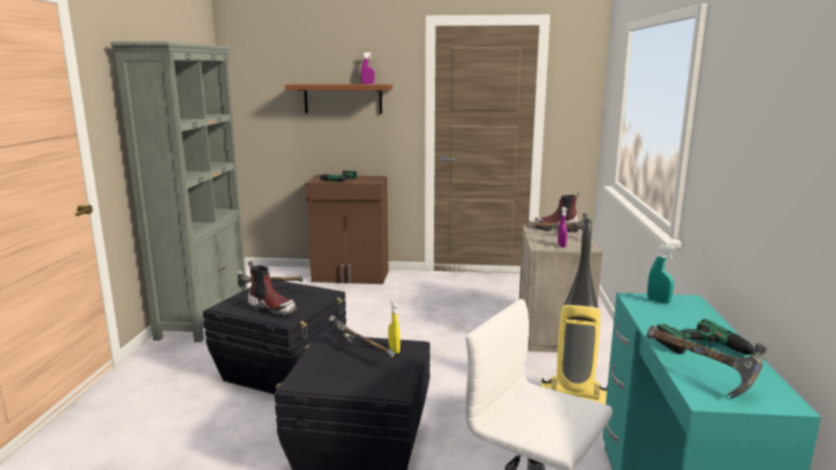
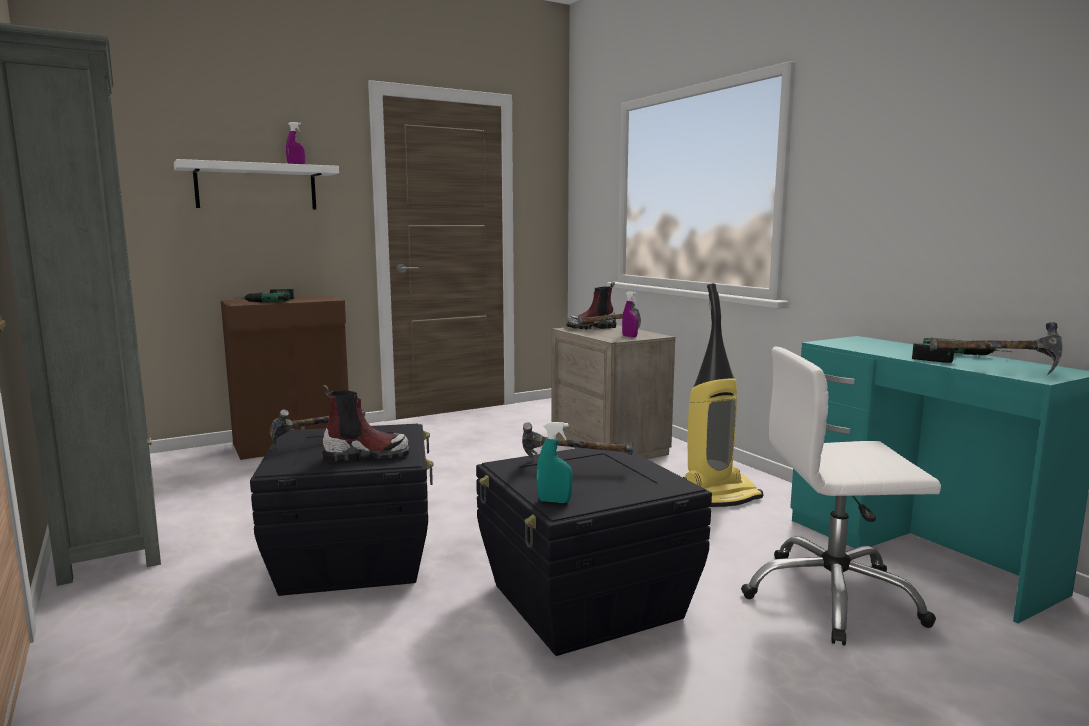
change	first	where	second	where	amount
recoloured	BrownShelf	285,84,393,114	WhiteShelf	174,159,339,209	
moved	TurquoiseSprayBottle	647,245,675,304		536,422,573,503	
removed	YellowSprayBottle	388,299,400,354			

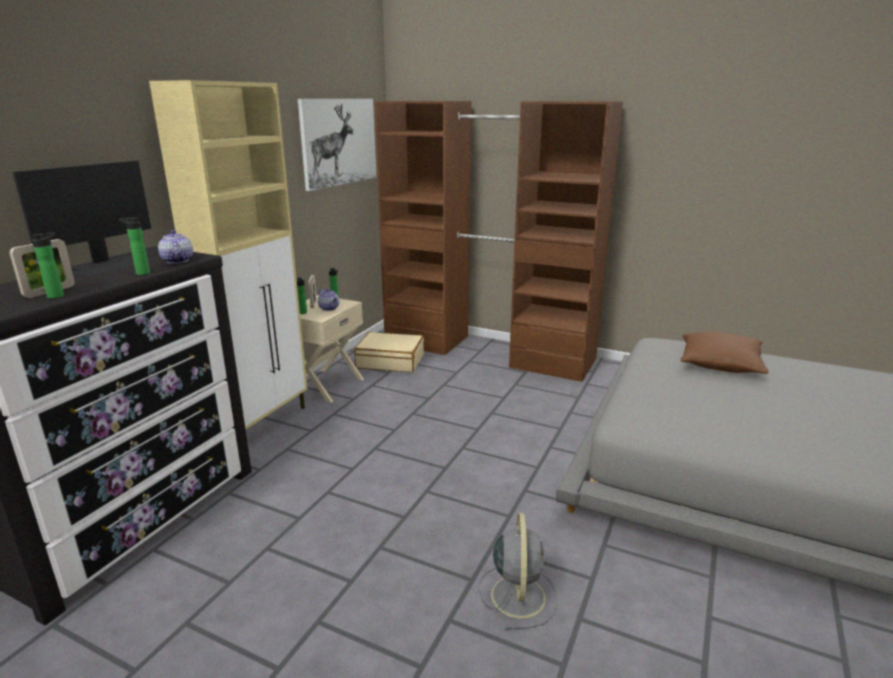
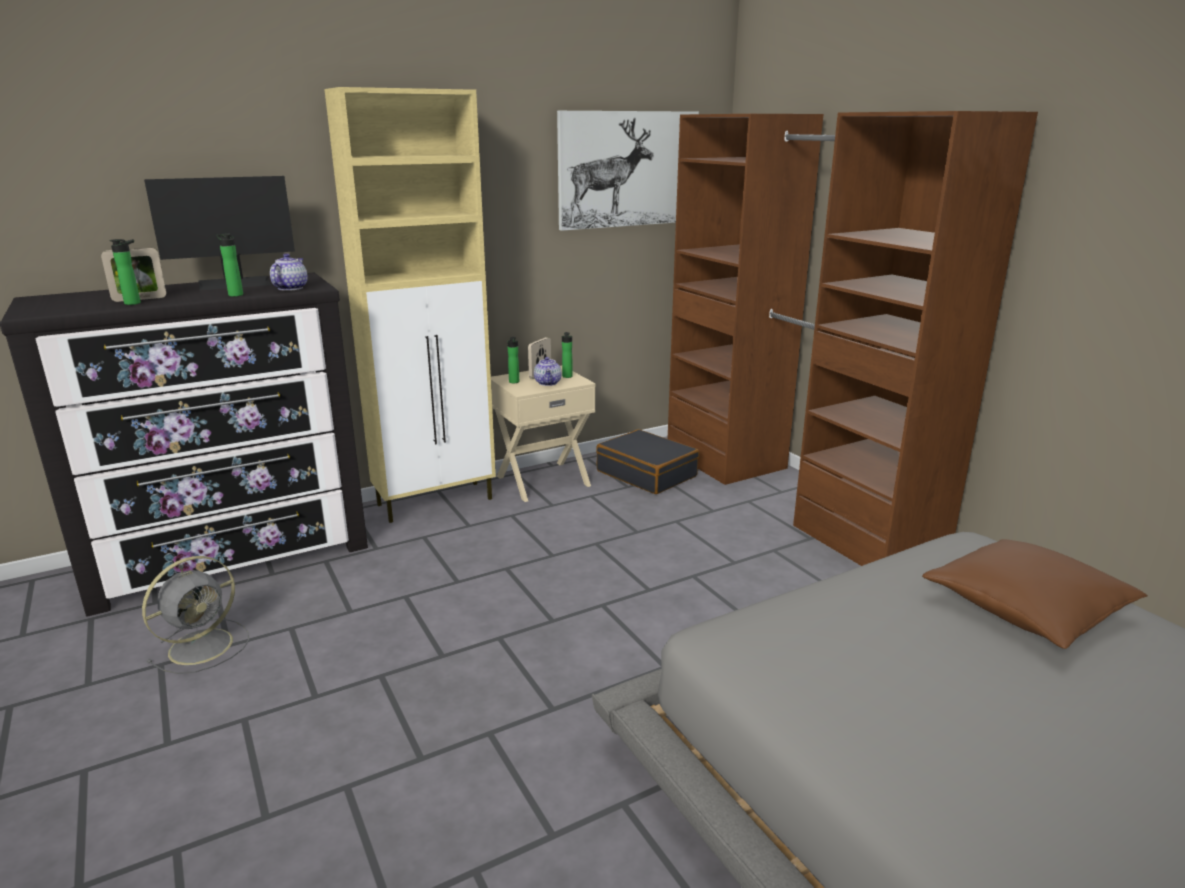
change	first	where	second	where	amount
recoloured	BeigeSuitcase	354,332,424,372	BlackSuitcase	596,429,699,494	
moved	GreyFan	479,513,558,630		142,556,249,674	

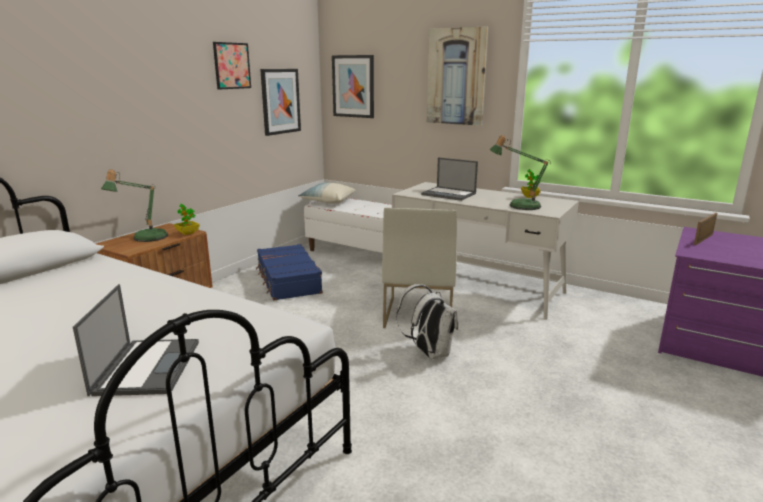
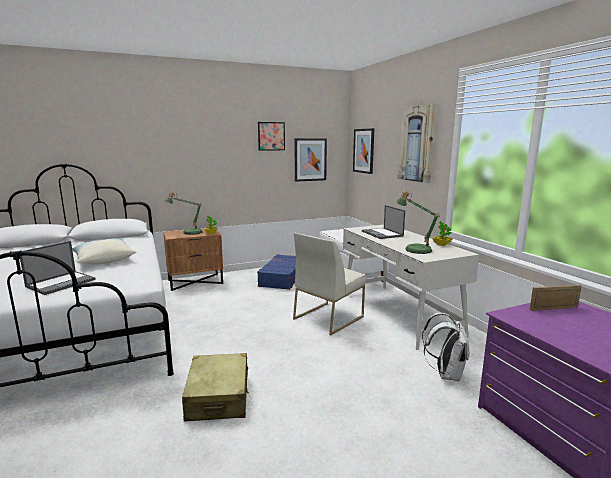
change	first	where	second	where	amount
moved	Pillow	298,183,356,203		72,239,136,265	
moved	WhiteBackpack	396,284,458,359		422,312,470,382	
added			BeigeSuitcase	182,353,249,422	

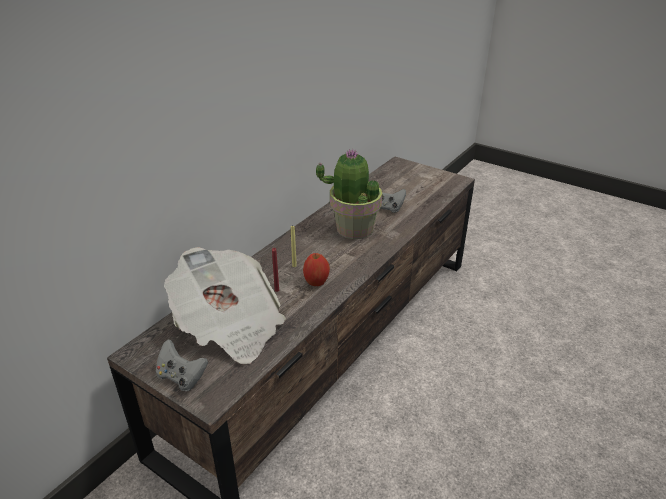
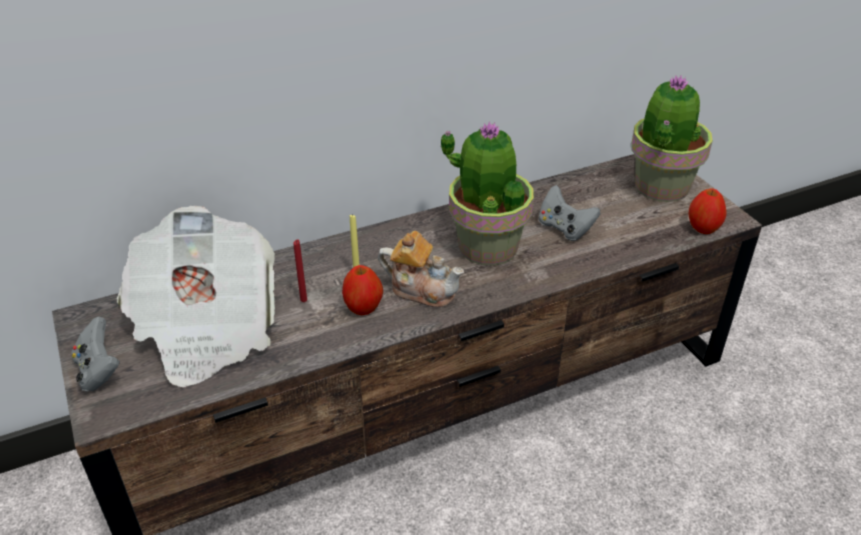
change	first	where	second	where	amount
added			PottedPlant	631,75,713,202	
added			Apple	689,188,727,234	
added			Teapot	378,231,464,308	

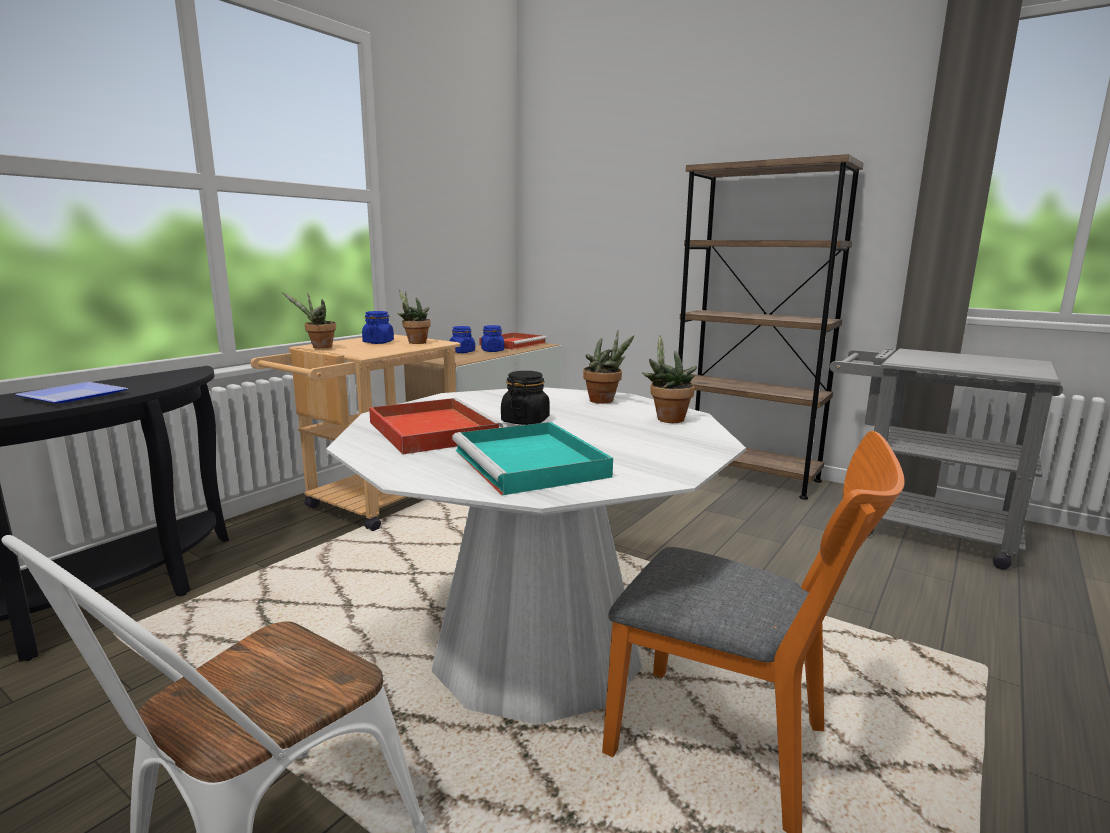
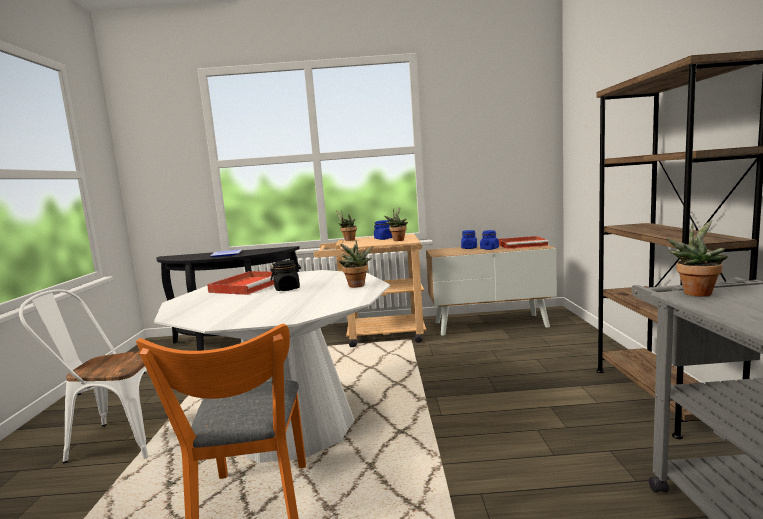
change	first	where	second	where	amount
moved	PottedPlant	642,334,697,423		666,220,728,296	
removed	TurquoiseTray	452,422,613,495			

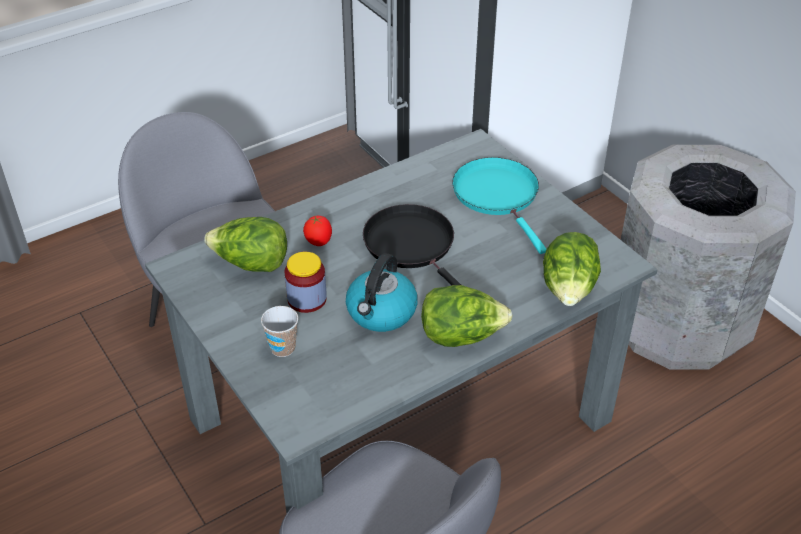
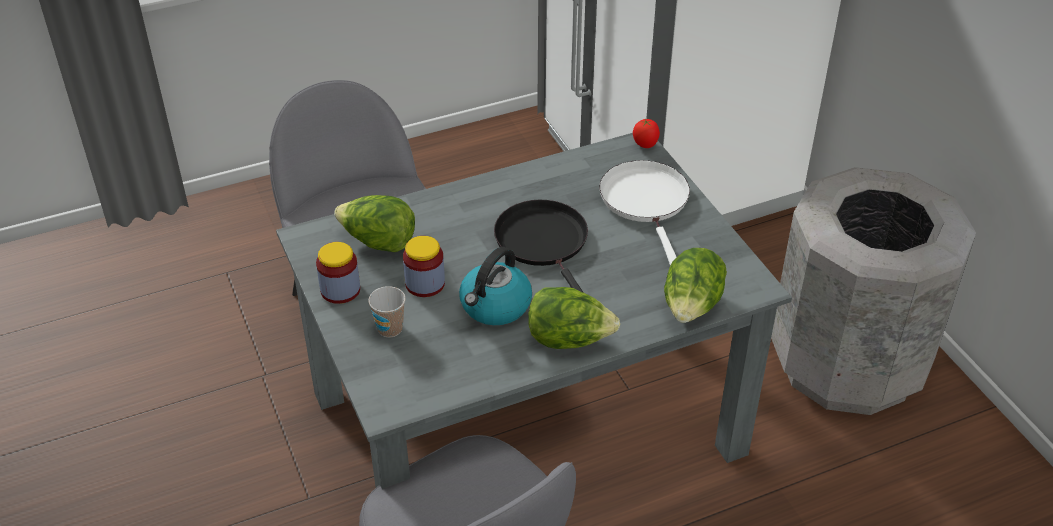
change	first	where	second	where	amount
recoloured	TurquoiseFryingPan	452,157,546,254	WhiteFryingPan	599,160,690,266	
moved	Tomato	303,215,332,246		633,119,660,148	
added			Jar	316,242,360,304	

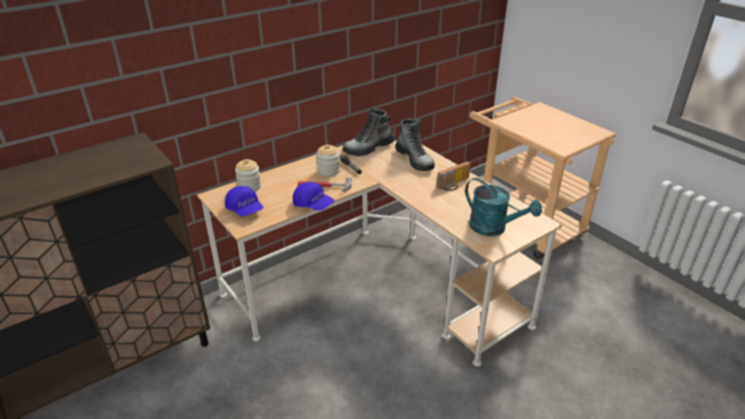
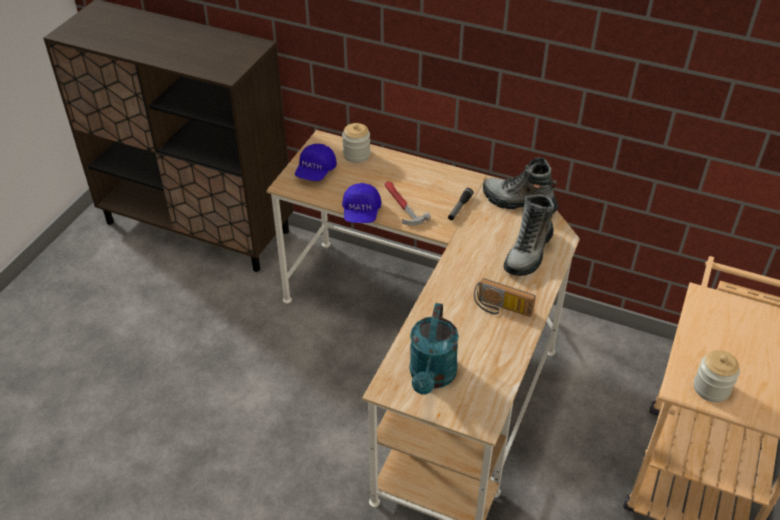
change	first	where	second	where	amount
moved	Jar	316,144,340,177		694,350,740,402	

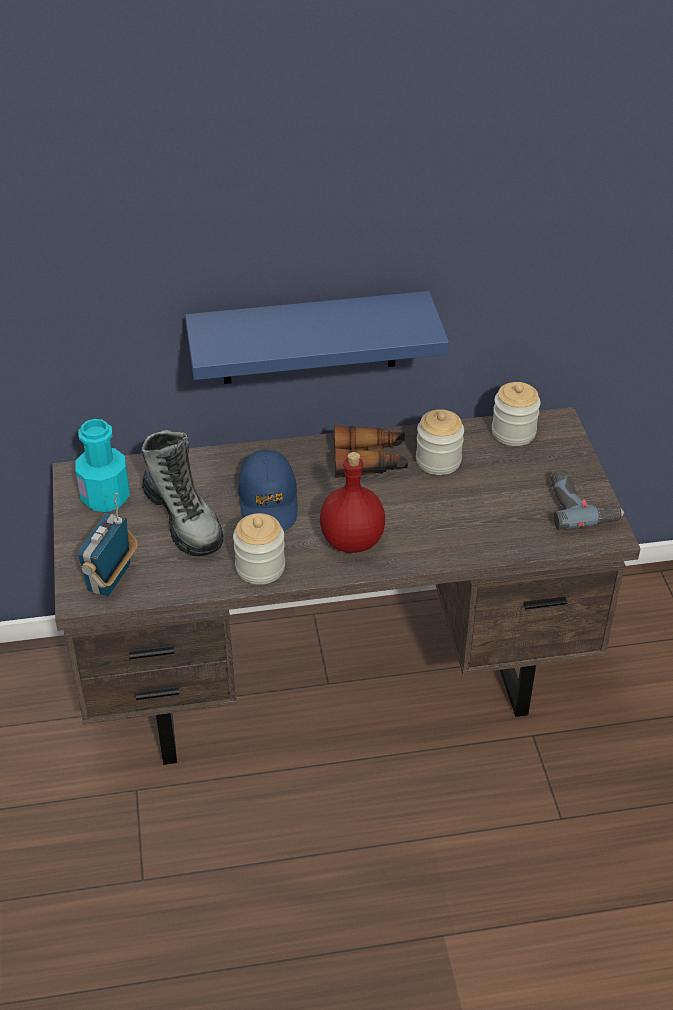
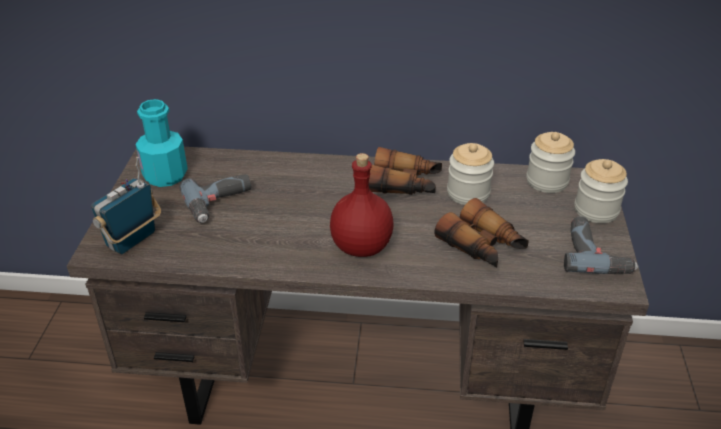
change	first	where	second	where	amount
removed	BlueShelf	185,291,449,384			
replaced	Boot	141,430,223,556	PowerDrill	179,174,251,223	
removed	BlueCap	238,449,298,531			
moved	Jar	233,513,285,585		574,159,628,223	
added			Binoculars	434,198,529,268	

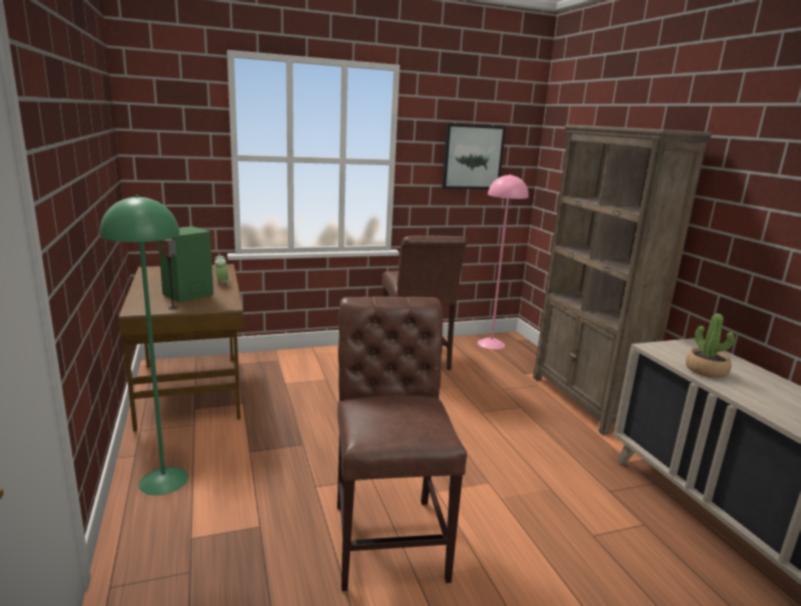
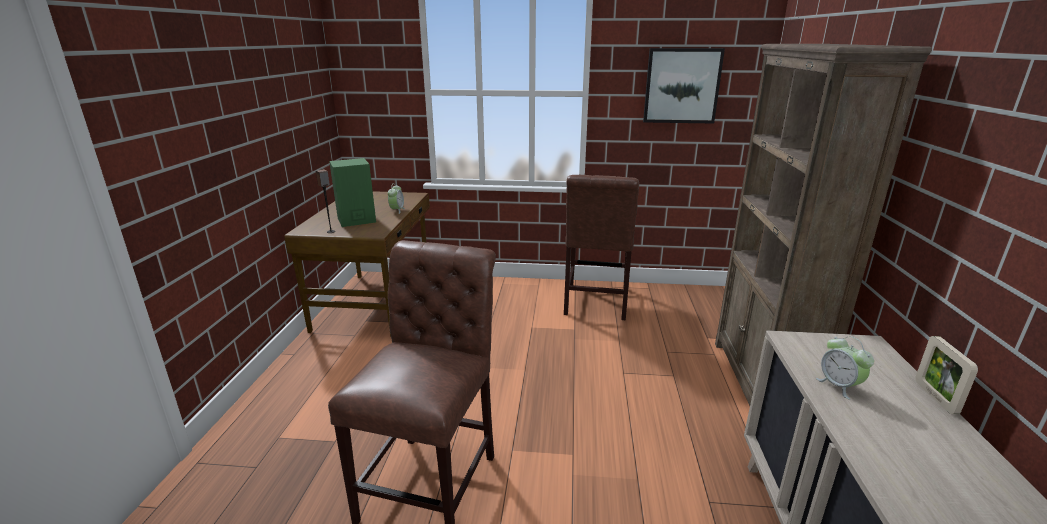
change	first	where	second	where	amount
removed	PinkFloorLamp	478,174,529,349			
removed	GreenFloorLamp	99,195,189,495			
replaced	PottedPlant	686,313,735,378	AlarmClock	816,336,874,400	
added			PictureFrame	915,336,978,414	

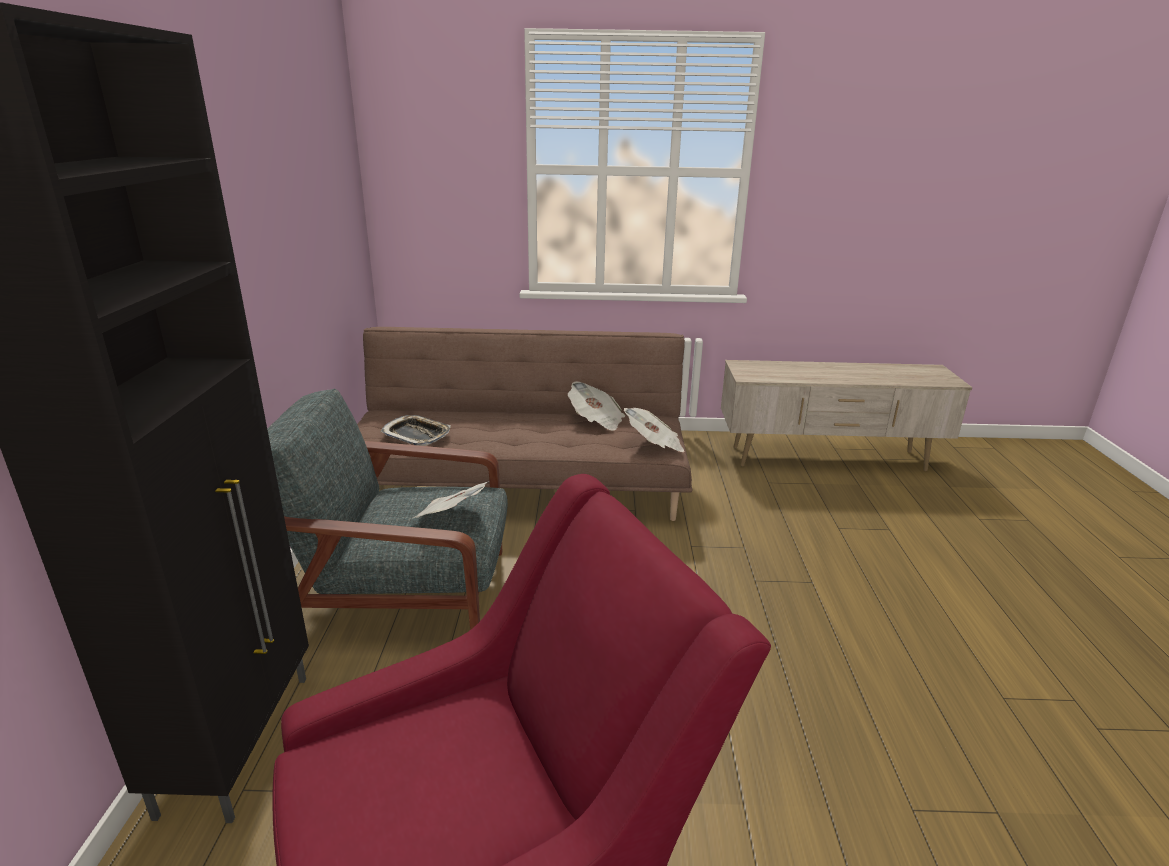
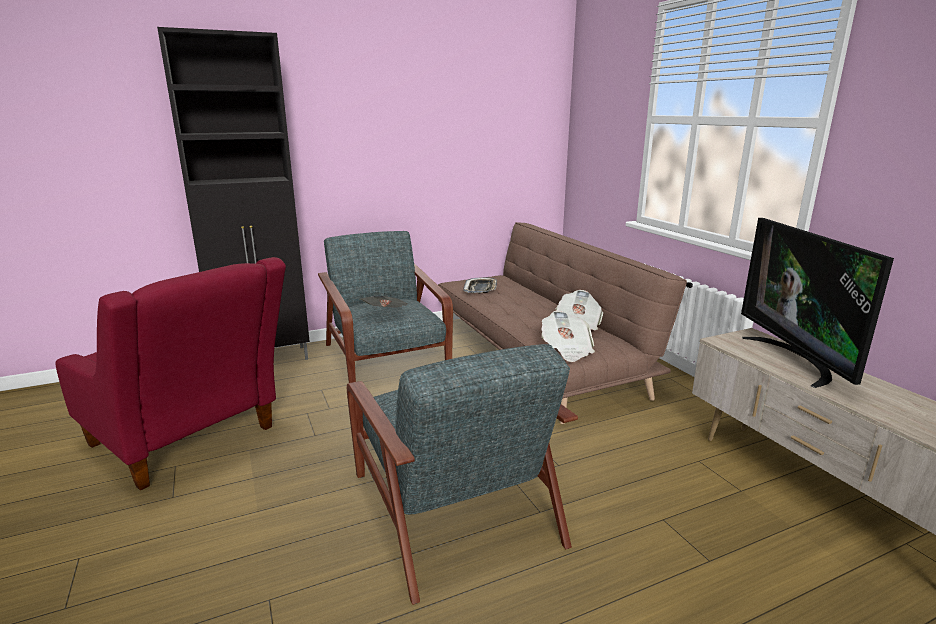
change	first	where	second	where	amount
added			Television	741,218,894,388	
added			GreyArmchair	347,344,578,605	

